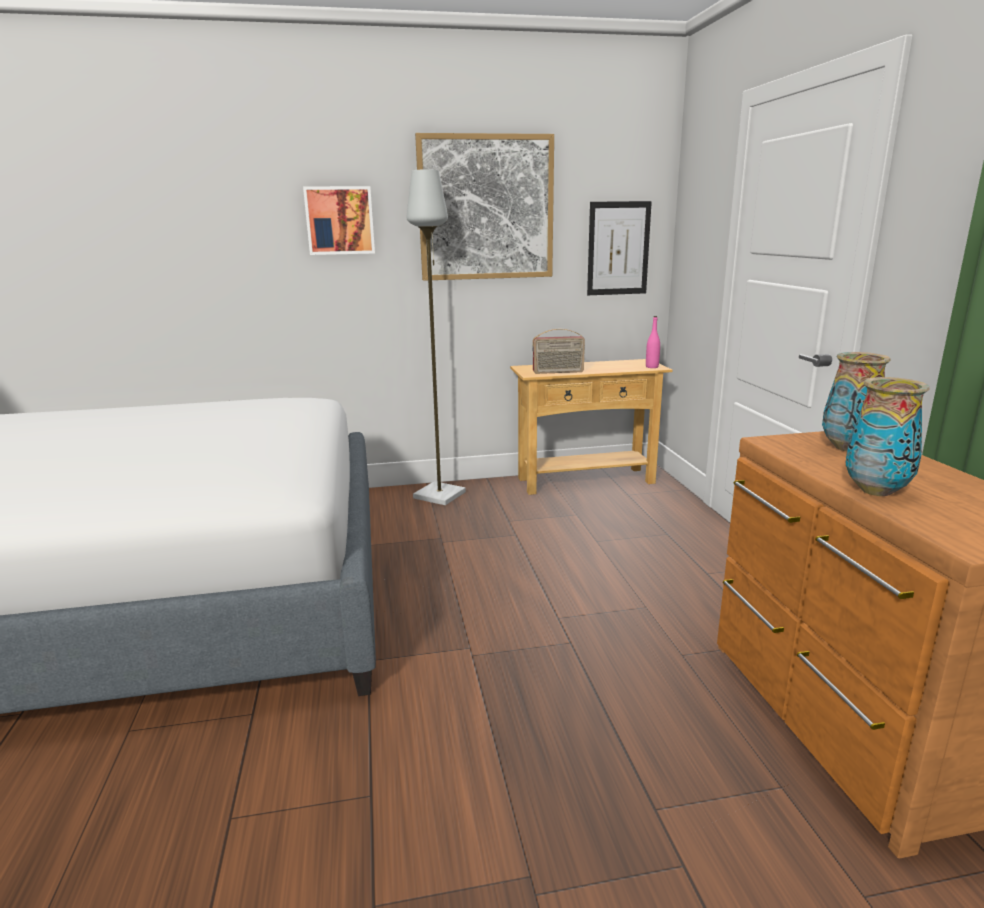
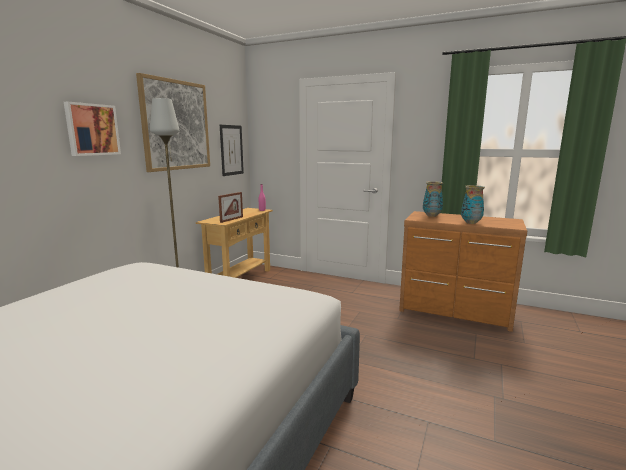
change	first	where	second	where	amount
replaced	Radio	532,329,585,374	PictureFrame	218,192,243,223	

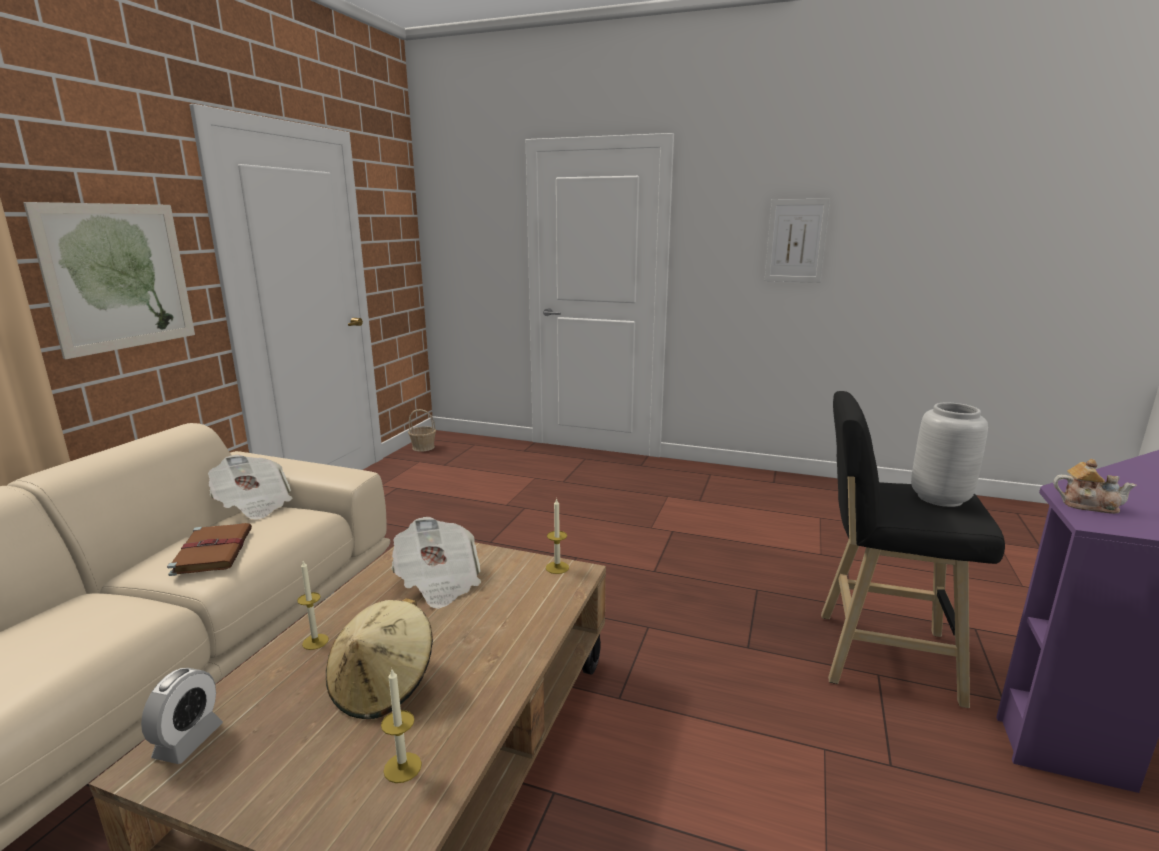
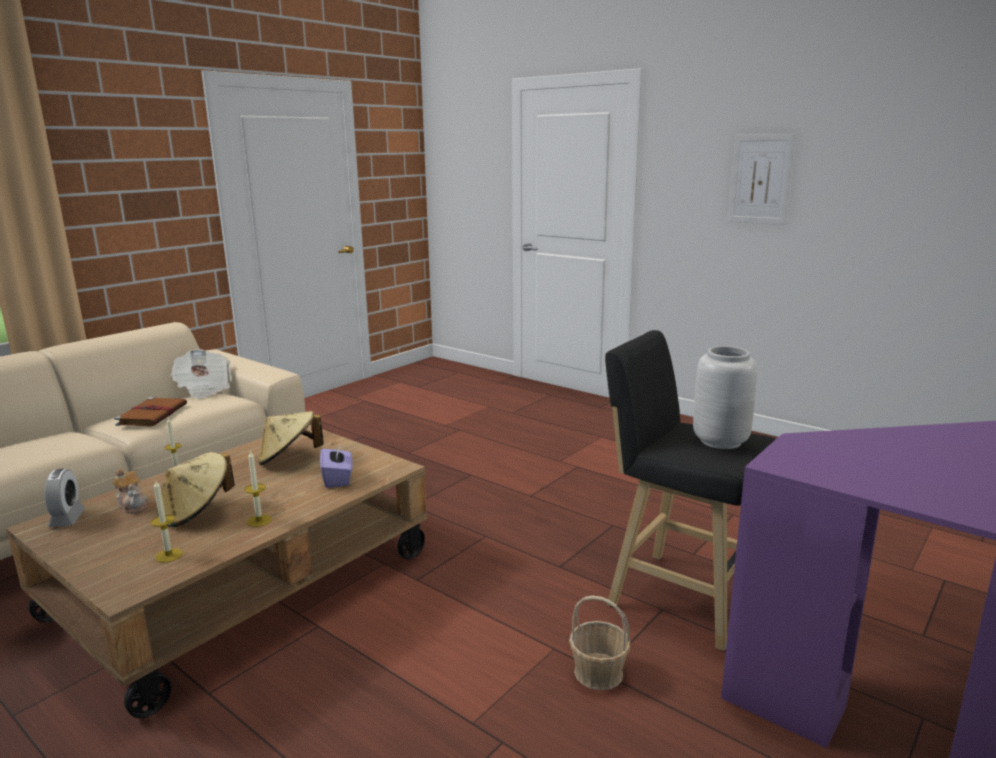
change	first	where	second	where	amount
removed	Picture	23,202,195,359			
moved	Basket	408,409,436,451		569,595,631,690	
moved	Teapot	1053,459,1136,514		113,469,148,514	
moved	Candle	546,498,569,574		245,450,272,527	
replaced	Newspaper	391,517,481,609	BeigeHat	258,411,324,466	
turned	AlarmClock	141,668,223,764		44,469,86,527	45 degrees counterclockwise
added			PurpleTissueBox	320,445,353,488	

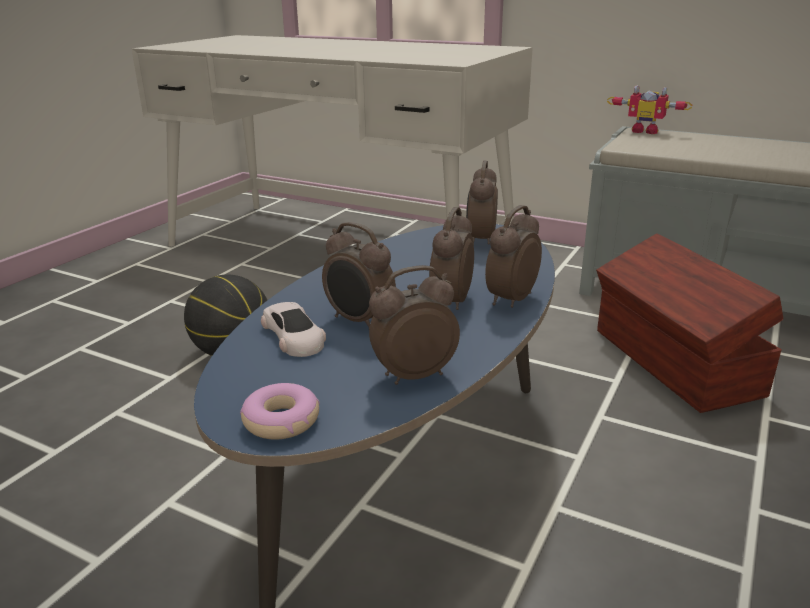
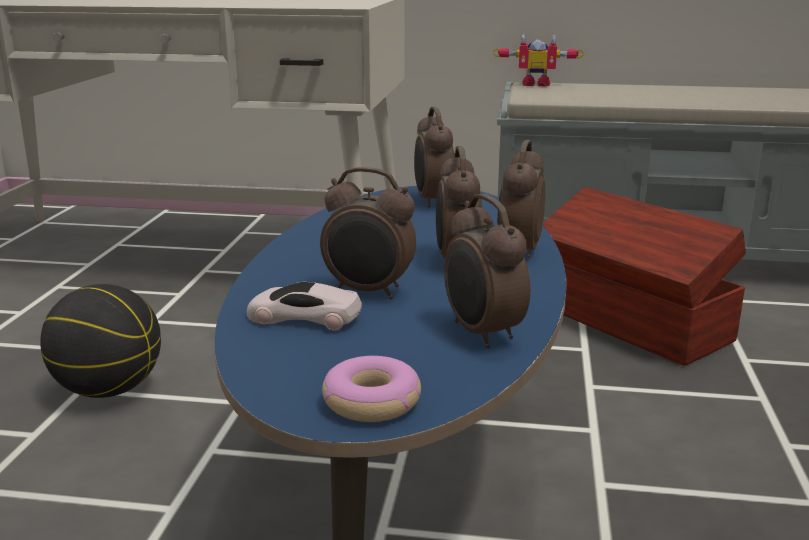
change	first	where	second	where	amount
turned	AlarmClock	369,265,460,385		444,194,530,348	75 degrees counterclockwise
turned	WhiteToyCar	261,302,326,357		247,282,362,331	150 degrees clockwise

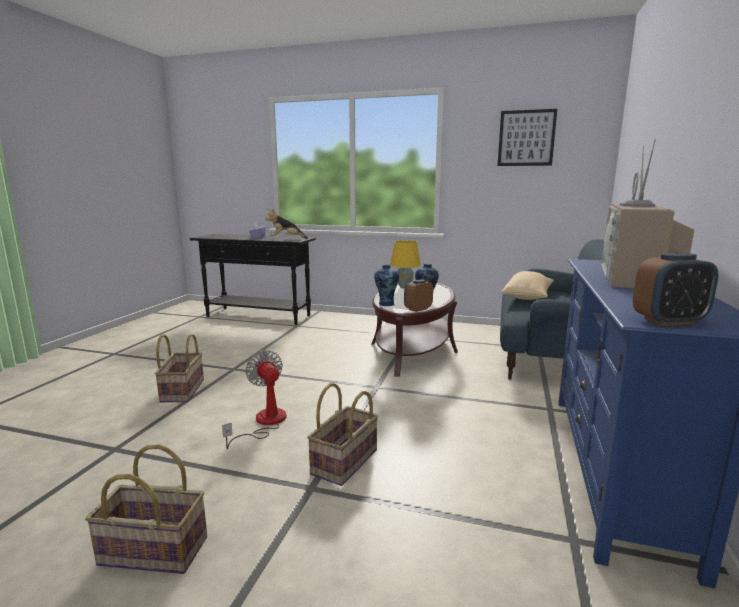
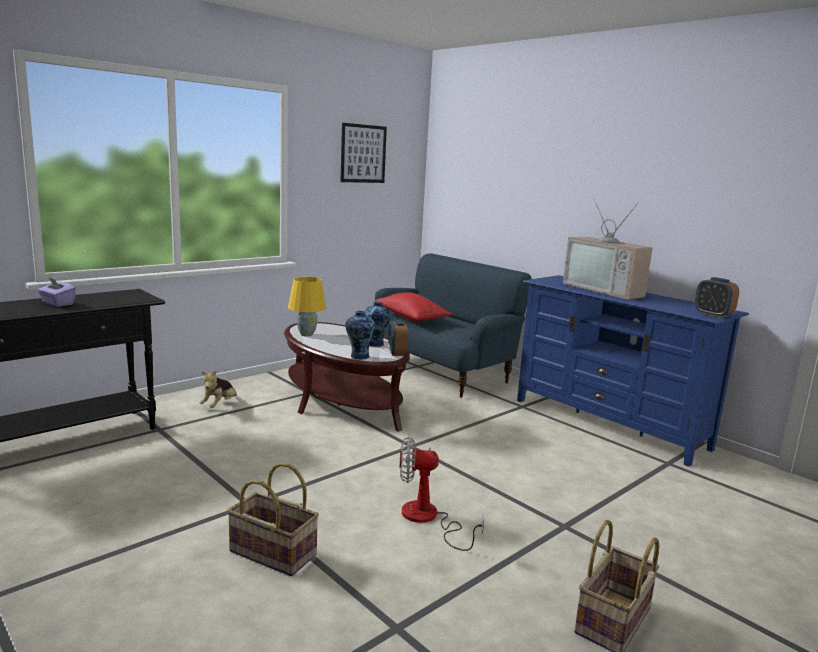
change	first	where	second	where	amount
moved	PlushToy	265,208,308,239		199,370,237,408	
turned	AlarmClock	633,253,718,326		695,277,739,318	120 degrees clockwise
recoloured	BeigePillow	501,271,554,300	RedPillow	375,292,452,322	
removed	Basket	307,383,378,486			

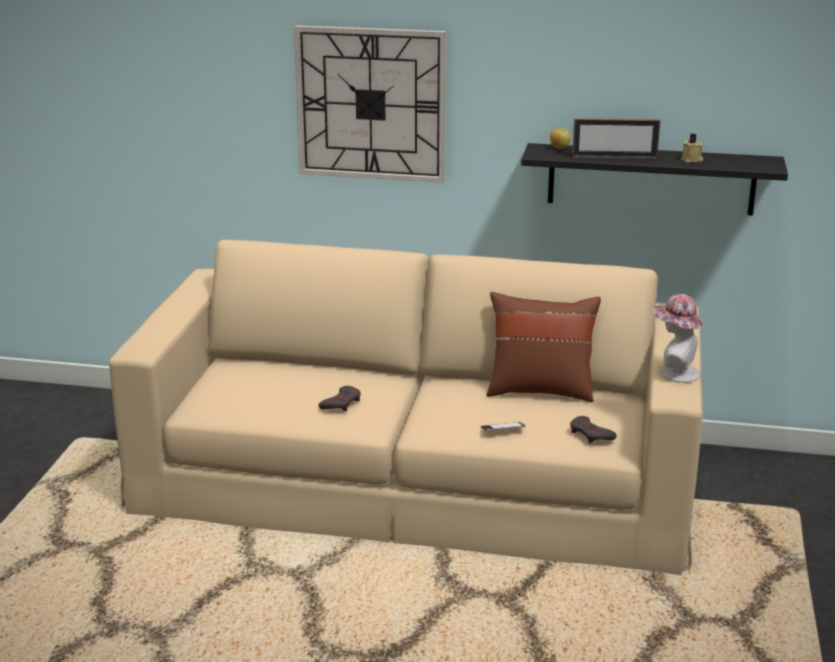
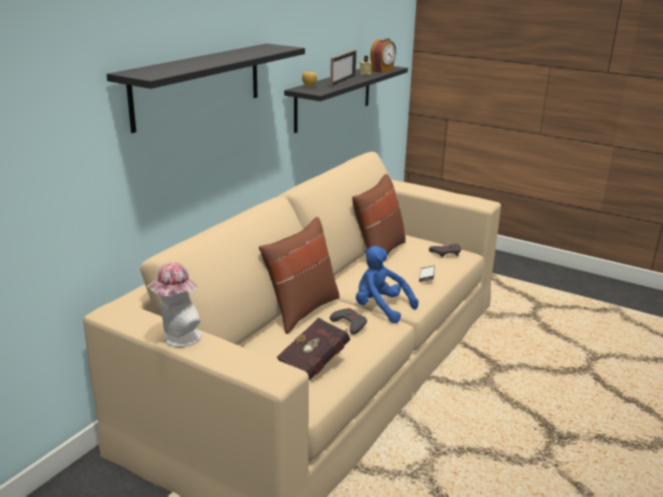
change	first	where	second	where	amount
replaced	WallClock	294,25,446,183	BlackShelf	107,43,305,133	
moved	Hat	653,294,703,383		146,262,201,347	
added			AlarmClock	370,38,396,73	
added			BrownPillow	259,217,340,334	
added			BluePlushToy	356,246,419,323	
added			RedBook	277,318,350,380	

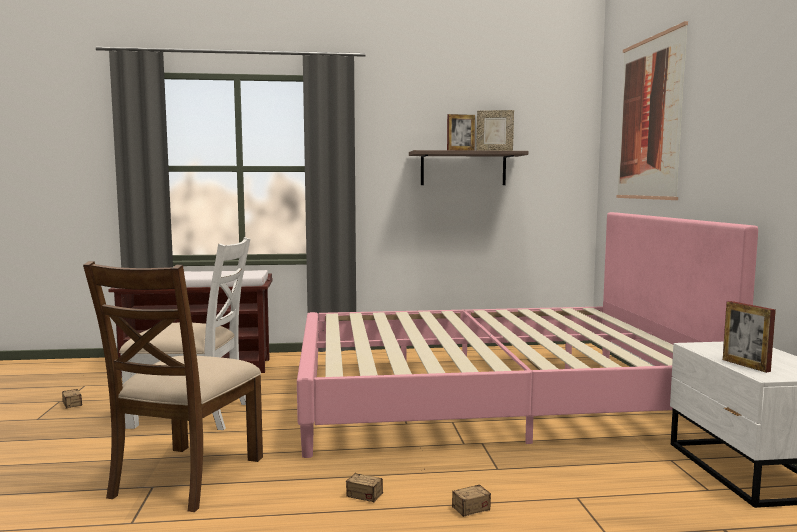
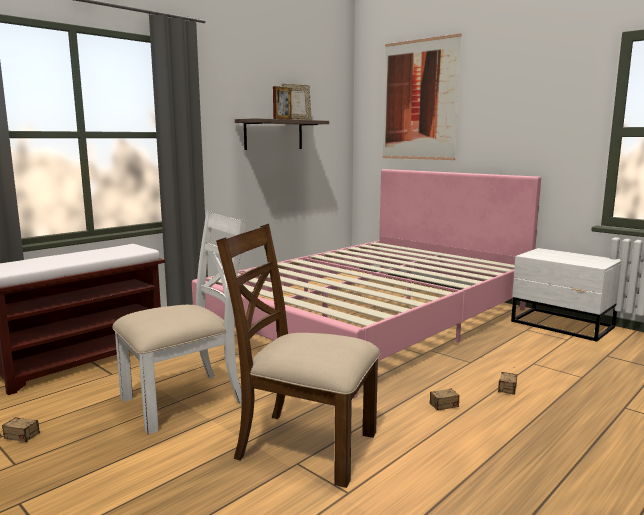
change	first	where	second	where	amount
turned	BrownChair	83,261,263,512		216,224,380,488	135 degrees clockwise
removed	PictureFrame	723,301,776,373			

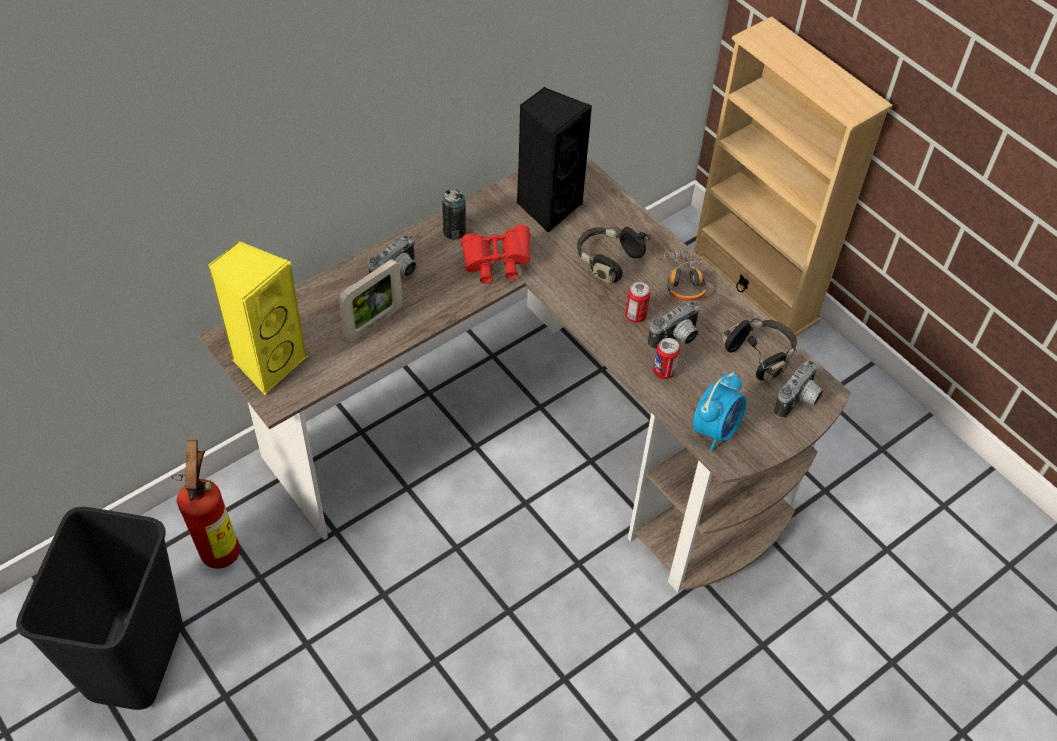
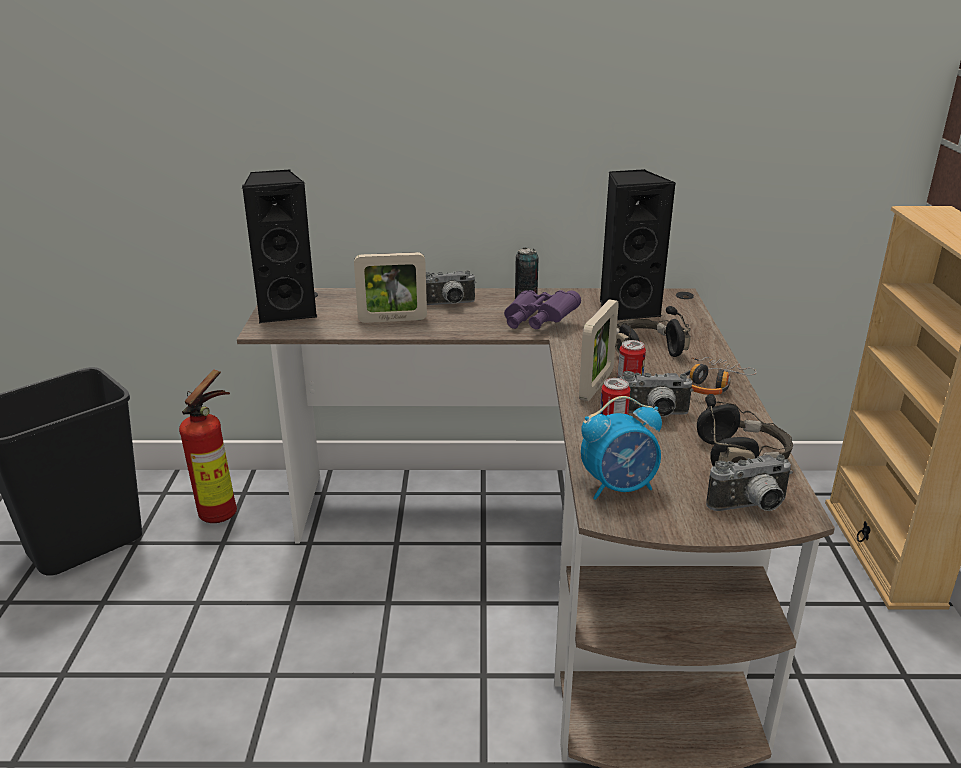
change	first	where	second	where	amount
recoloured	RedBinoculars	461,225,530,284	PurpleBinoculars	504,290,581,329	
recoloured	YellowSpeaker	208,240,307,395	BlackSpeaker	241,169,317,323	
added			PictureFrame	579,299,619,401	

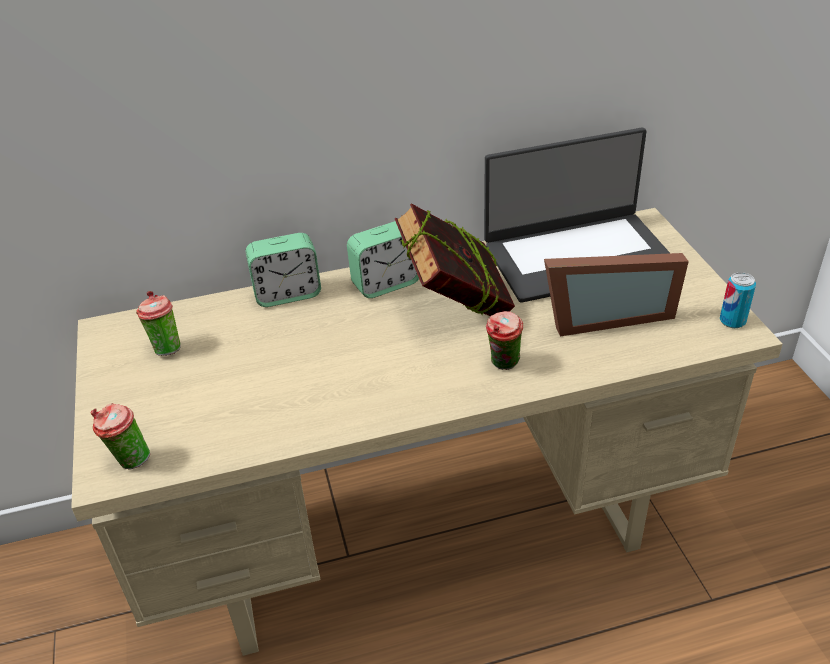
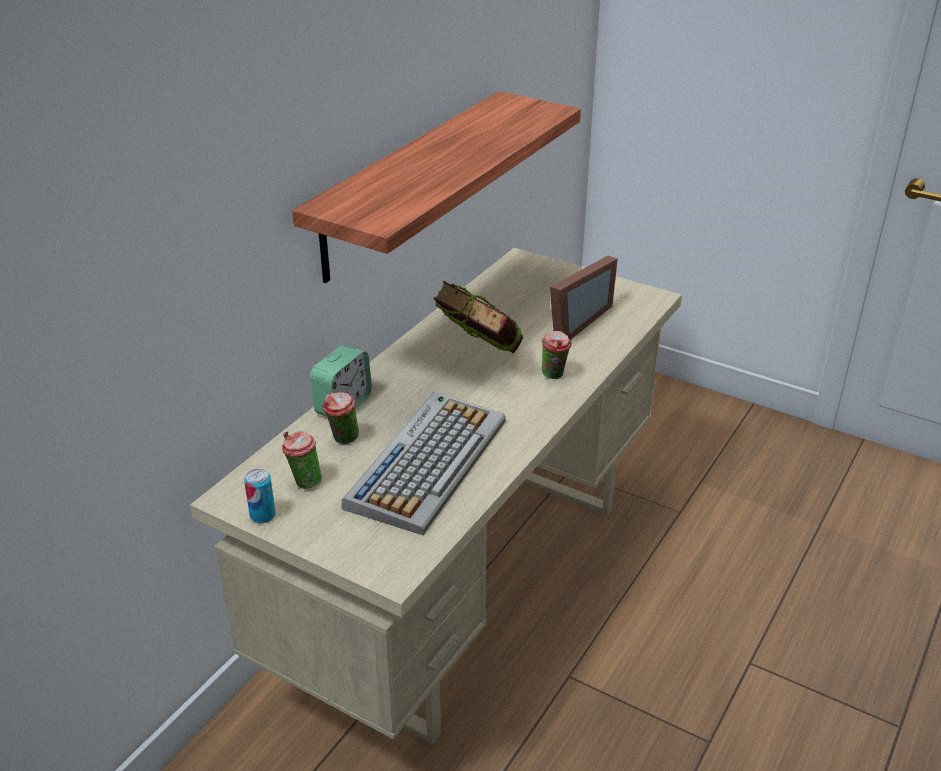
change	first	where	second	where	amount
removed	Laptop	484,128,670,303			
removed	AlarmClock	347,221,419,298			
moved	Can	720,272,756,328		244,468,275,523	
moved	Cup	91,403,150,469		322,392,359,444	
added			Shelf	292,91,581,283	
added			Keyboard	342,391,506,535	

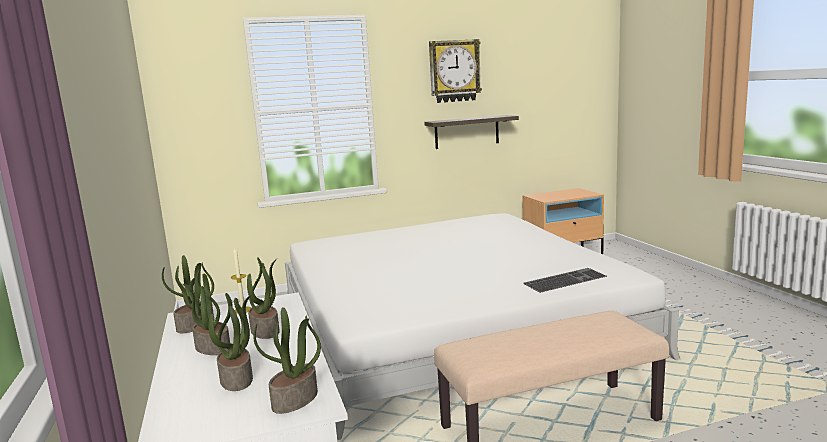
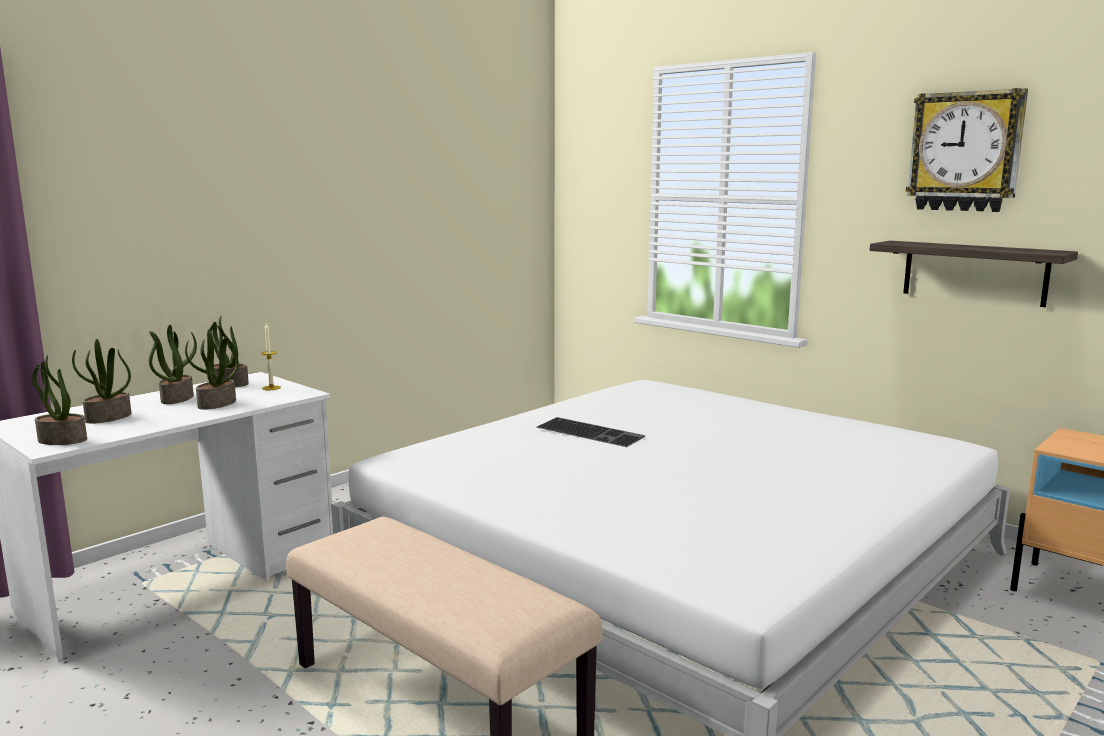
change	first	where	second	where	amount
moved	Keyboard	524,268,607,293		536,417,645,447	

